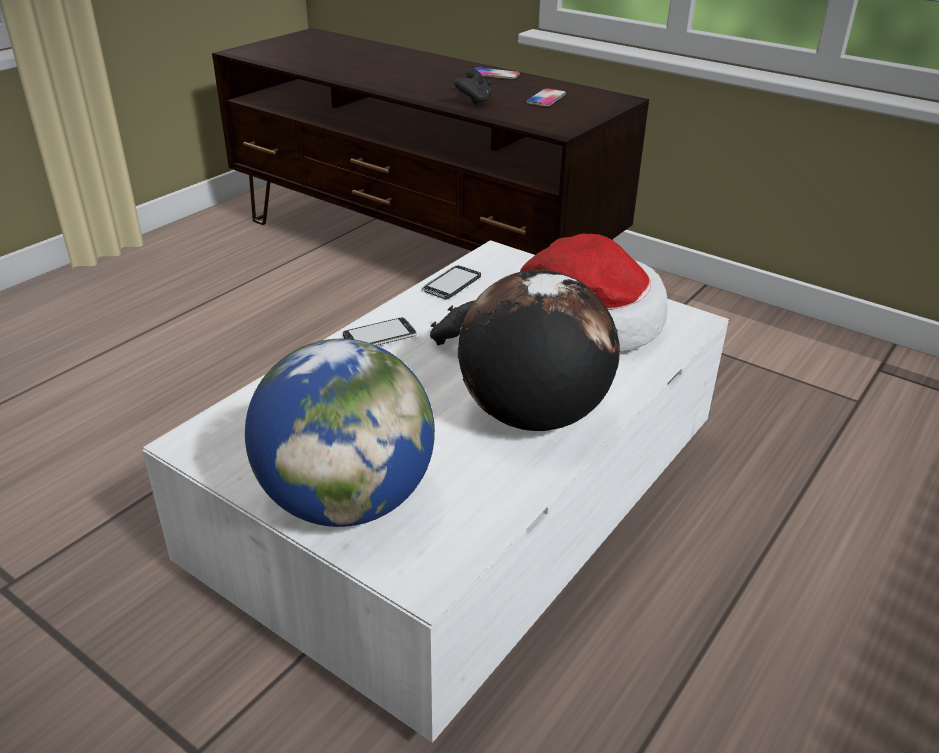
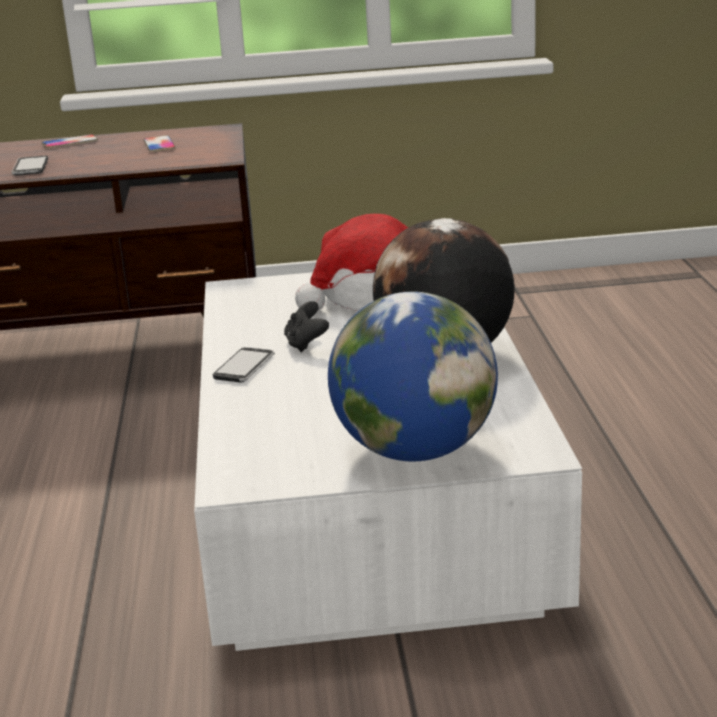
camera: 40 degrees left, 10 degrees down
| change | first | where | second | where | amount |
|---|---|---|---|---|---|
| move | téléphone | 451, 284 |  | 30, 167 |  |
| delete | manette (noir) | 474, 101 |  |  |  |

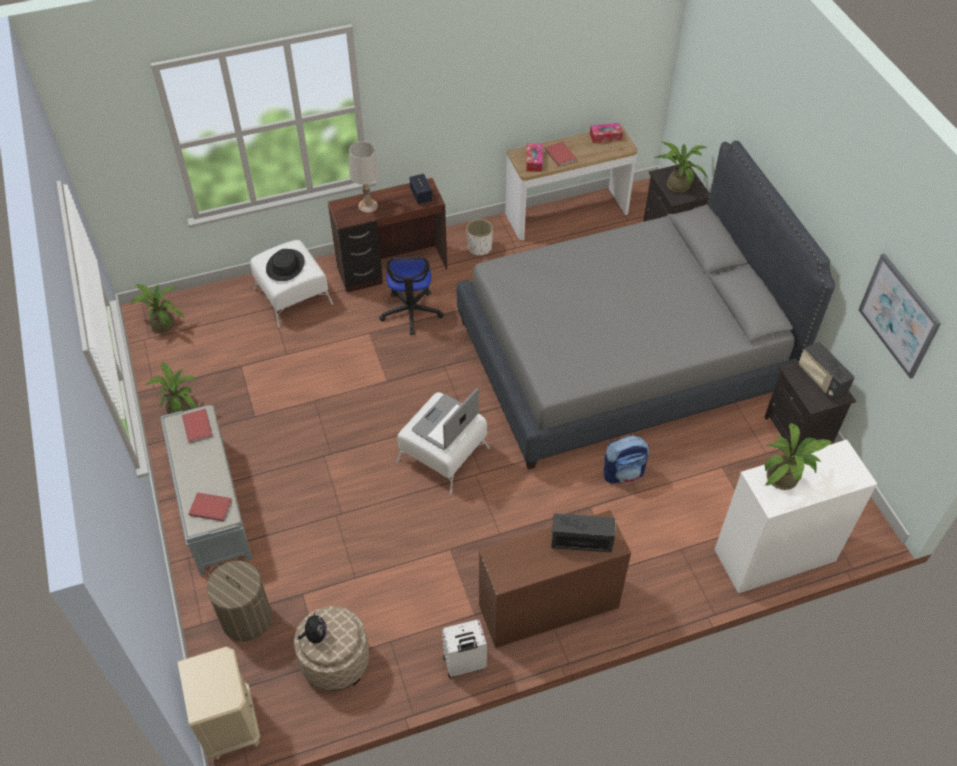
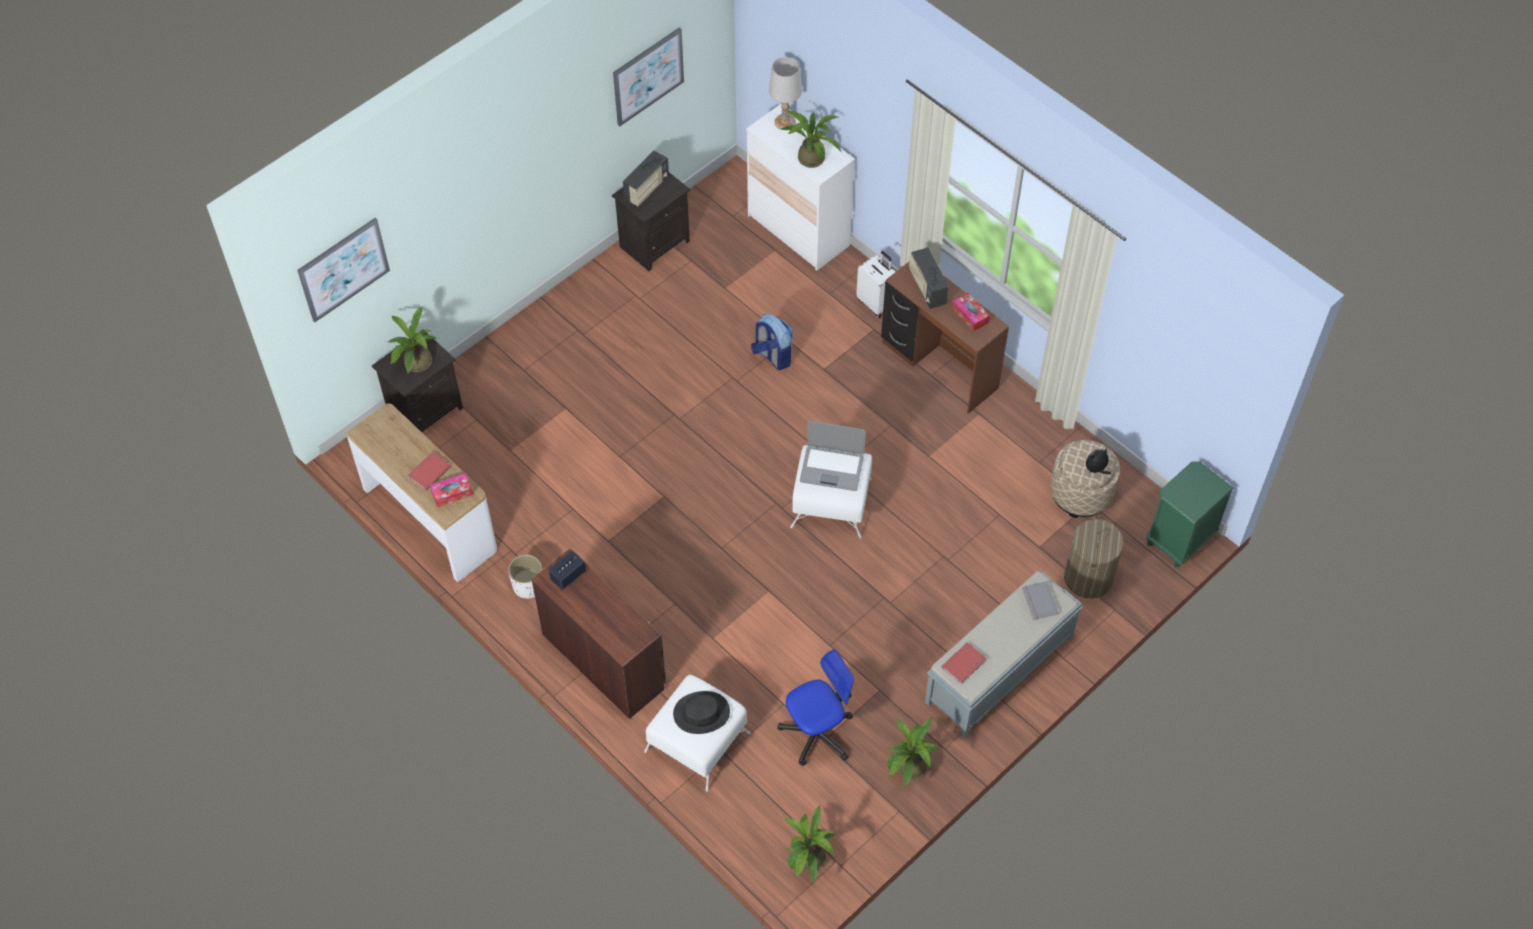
camera: 115 degrees left, 5 degrees up
| change | first | where | second | where | amount |
|---|---|---|---|---|---|
| insert |  |  | tableau | 343, 269 |  |
| move | lampe de table (blanc) | 368, 206 |  | 785, 122 |  |
| move | chaise de bureau | 411, 312 |  | 817, 733 |  |
| move | valise (blanc) | 464, 664 |  | 876, 303 |  |
| move | boîte à mouchoirs | 605, 137 |  | 970, 315 |  |
| recolor | livre (rouge) | 211, 506 | livre (gris) | 1038, 602 |  |
| recolor | table de chevet (beige) | 230, 724 | table de chevet (vert) | 1179, 540 |  |
| delete | lit (gris) | 622, 356 |  |  |  |

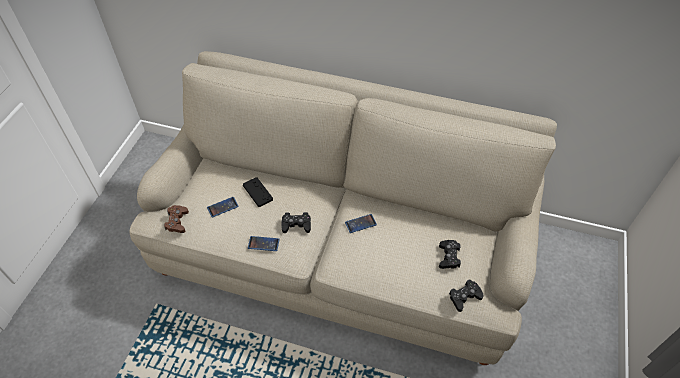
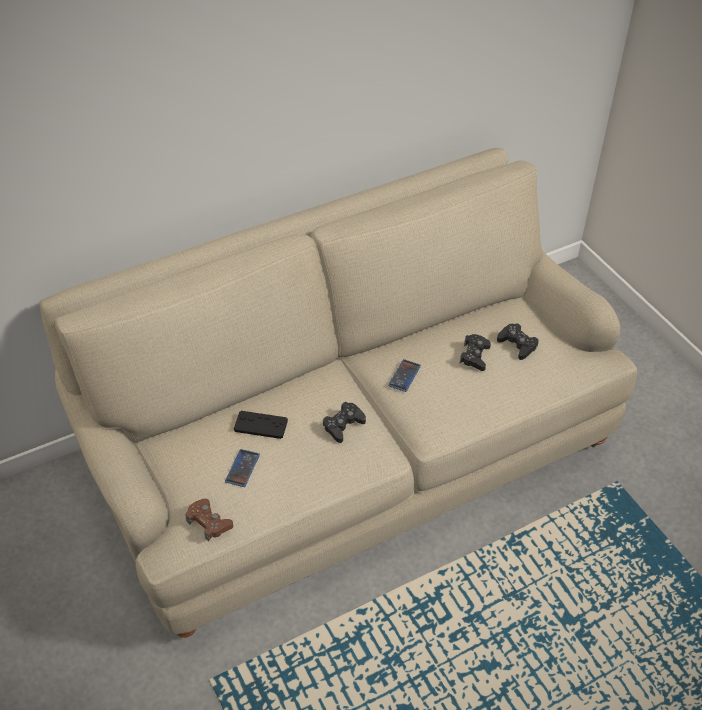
camera: 45 degrees left, 5 degrees down
| change | first | where | second | where | amount |
|---|---|---|---|---|---|
| move | manette (noir) | 464, 297 |  | 474, 356 |  |
| delete | téléphone | 263, 244 |  |  |  |

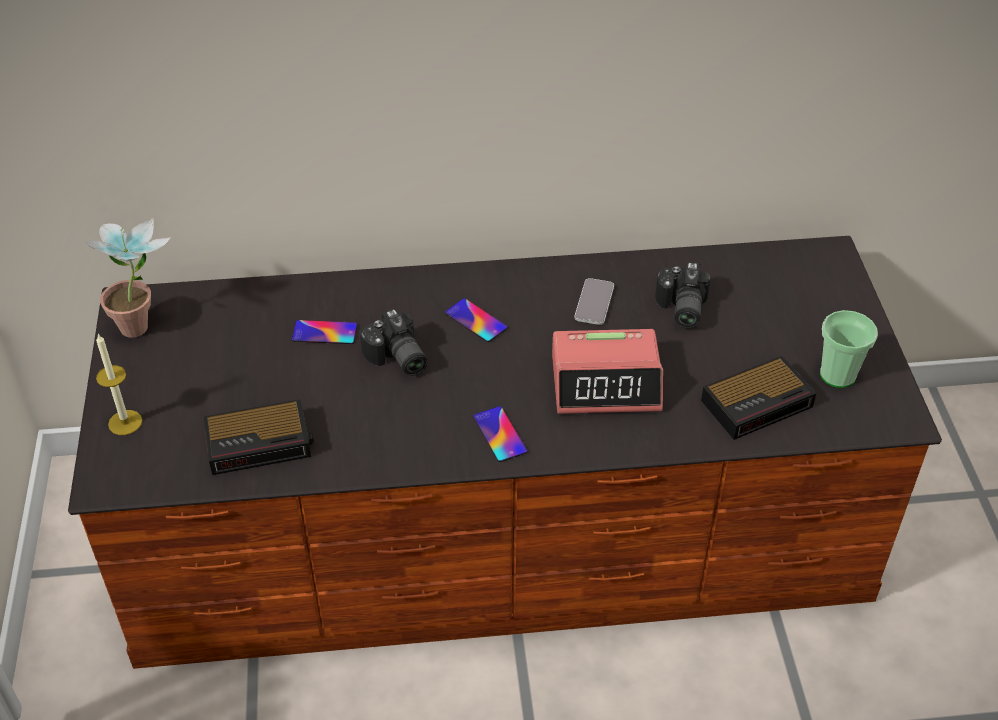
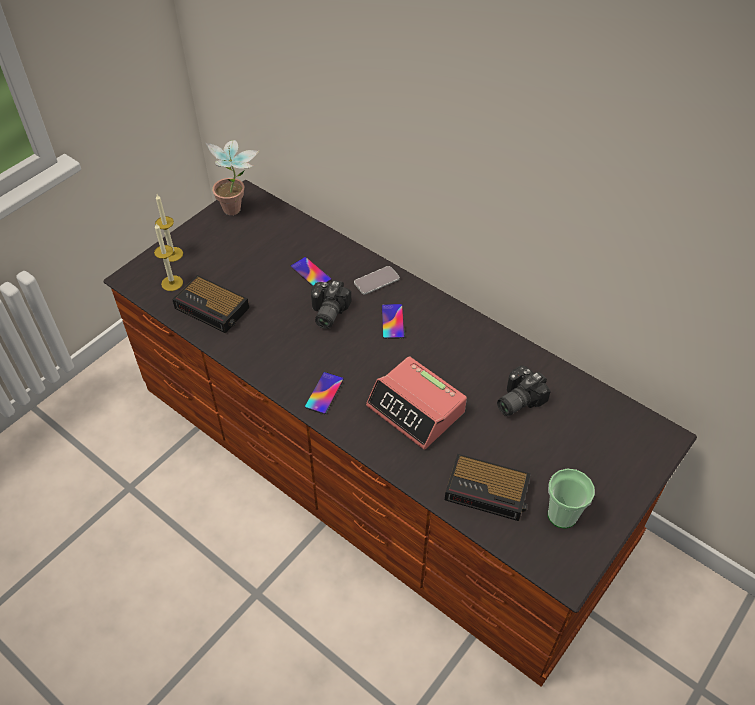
camera: 45 degrees right, 5 degrees up
| change | first | where | second | where | amount |
|---|---|---|---|---|---|
| insert |  |  | bougie | 172, 283 |  |
| move | téléphone | 594, 302 |  | 376, 281 |  |

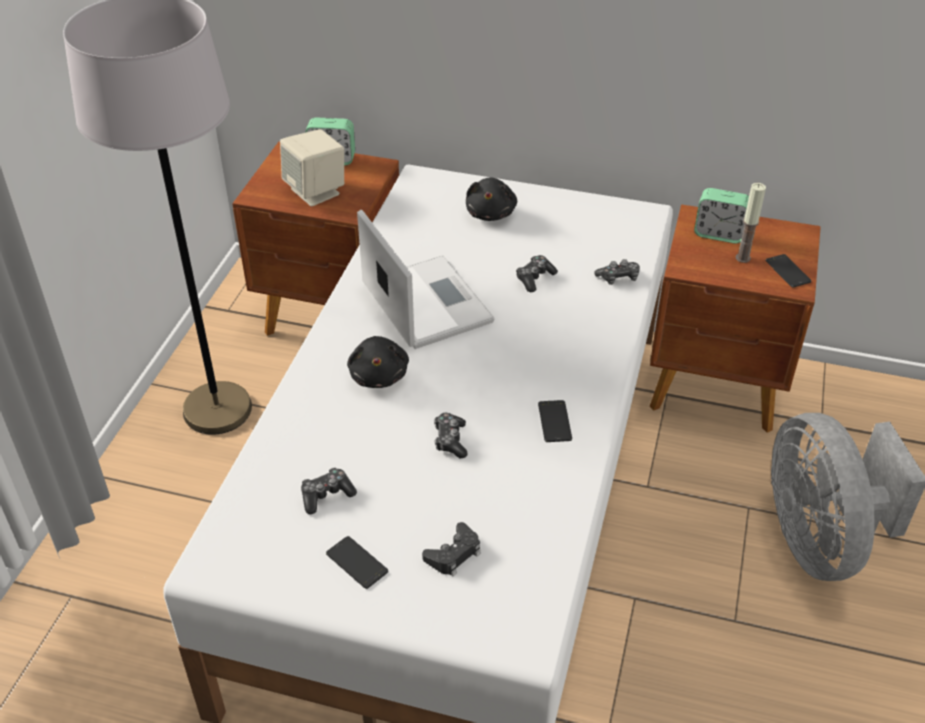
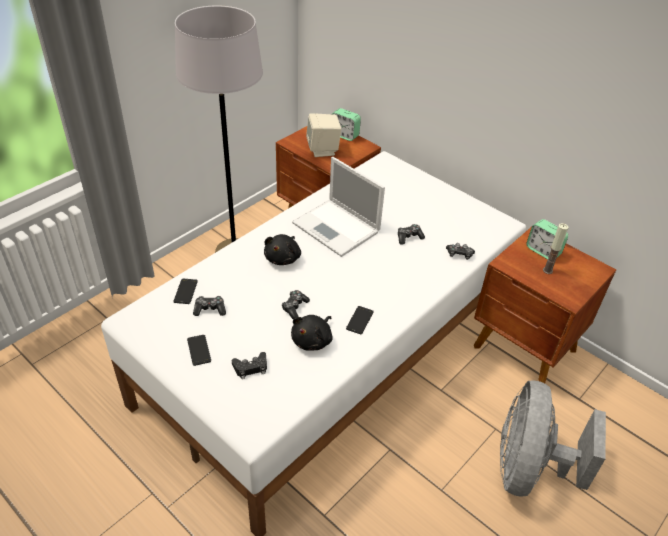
camera: 25 degrees right, 0 degrees up
| change | first | where | second | where | amount |
|---|---|---|---|---|---|
| move | téléphone | 787, 271 |  | 185, 291 |  |
| move | peluche (noir) | 491, 213 |  | 313, 340 |  |
| rotate | ordinateur portable | 425, 302 |  | 337, 228 | 135 degrees clockwise |

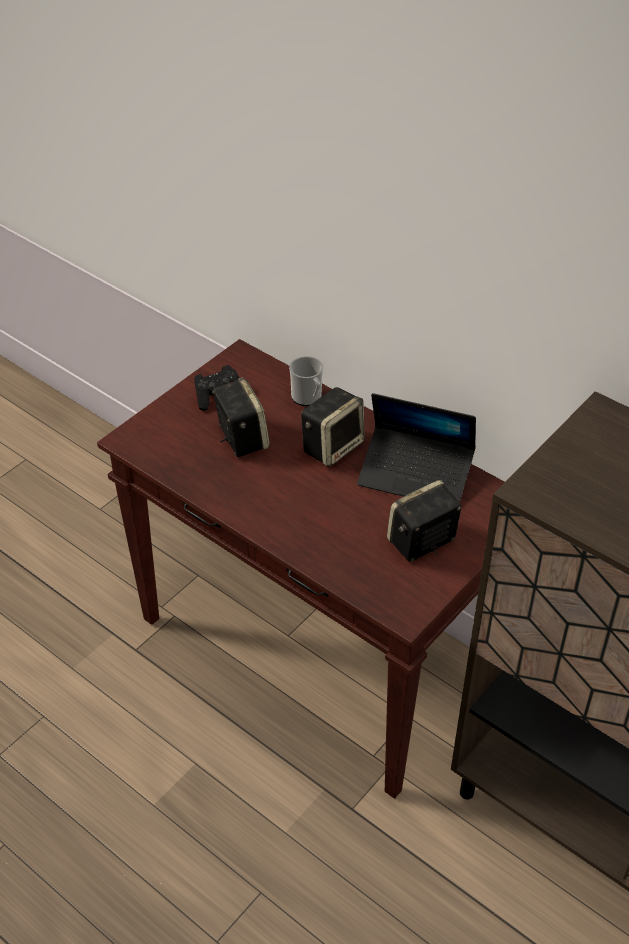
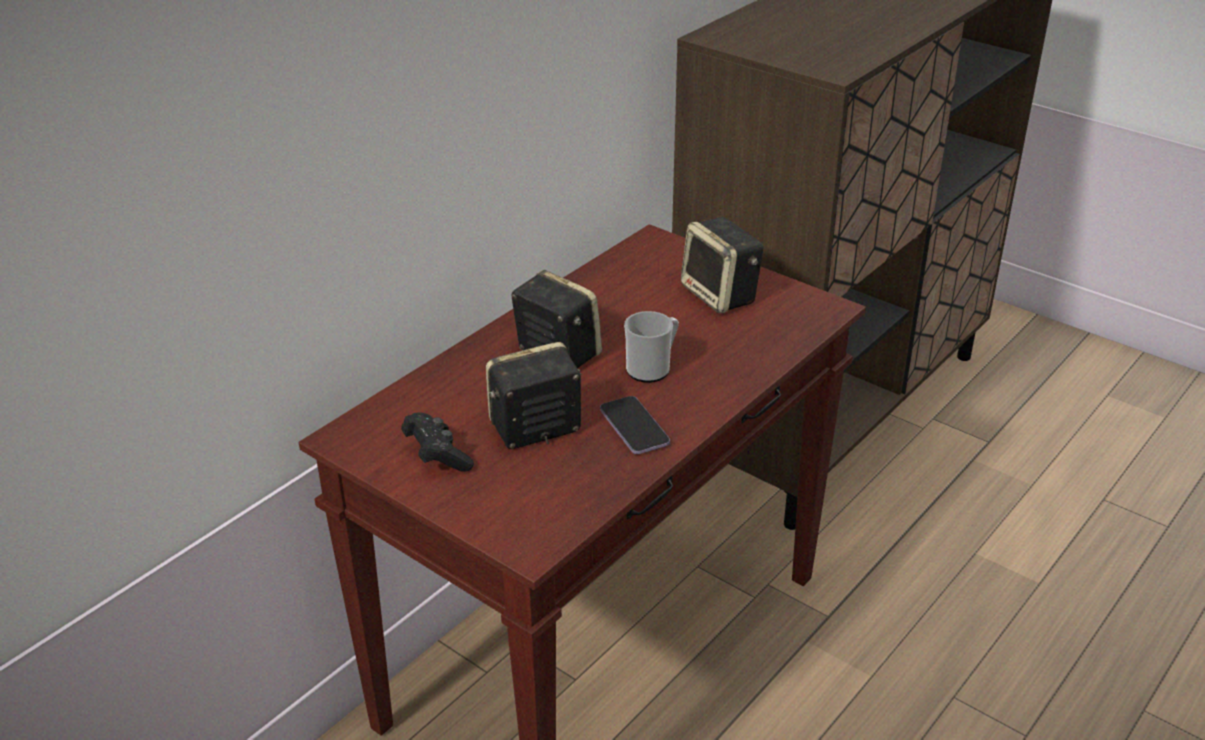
camera: 90 degrees left, 10 degrees down
| change | first | where | second | where | amount |
|---|---|---|---|---|---|
| insert |  |  | téléphone | 634, 427 |  |
| move | mug | 308, 398 |  | 652, 368 |  |
| delete | ordinateur portable | 415, 475 |  |  |  |

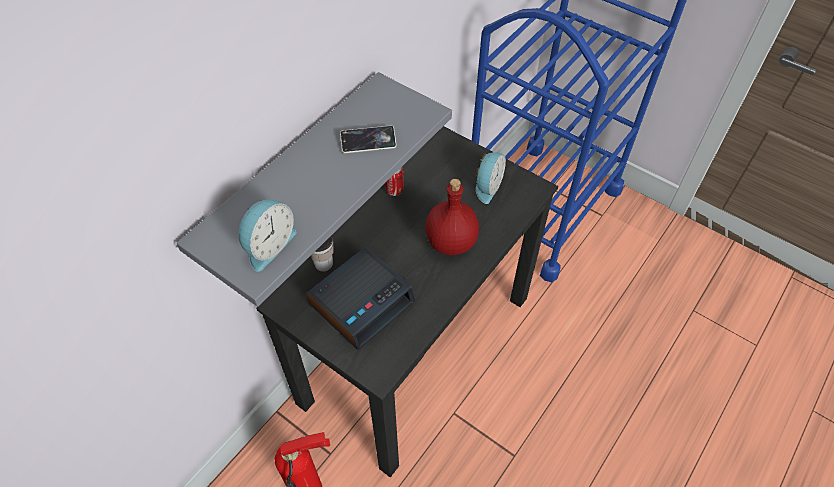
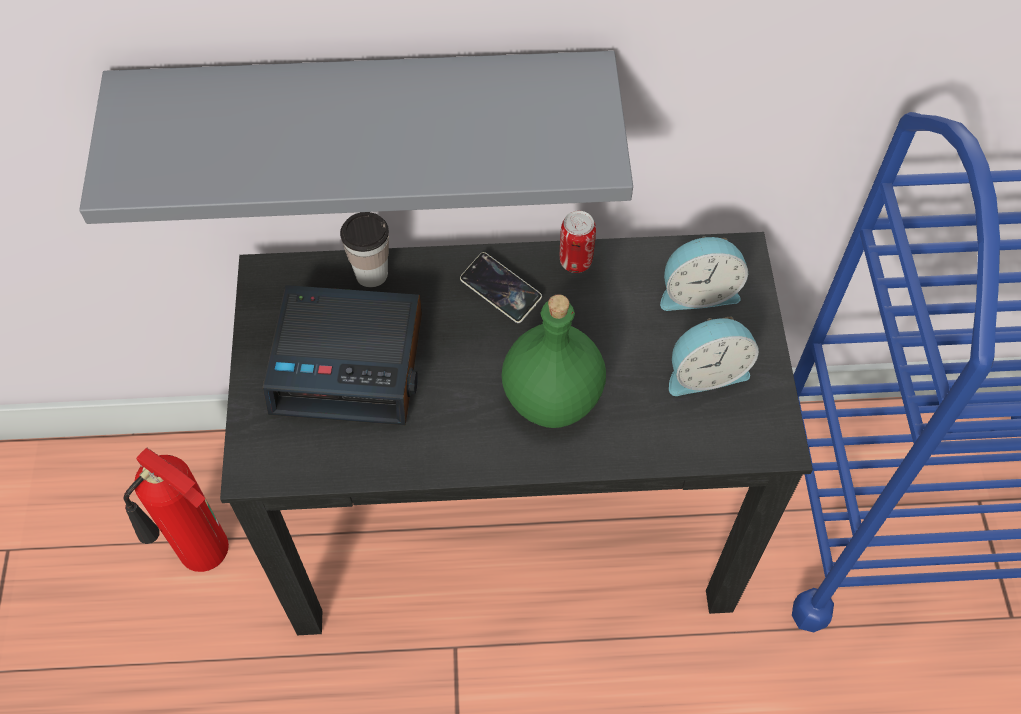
camera: 50 degrees right, 5 degrees up
| change | first | where | second | where | amount |
|---|---|---|---|---|---|
| move | téléphone | 368, 142 |  | 500, 290 |  |
| recolor | bouteille (rouge) | 451, 241 | bouteille (vert) | 554, 397 |  |
| move | réveil | 268, 245 |  | 697, 291 |  |

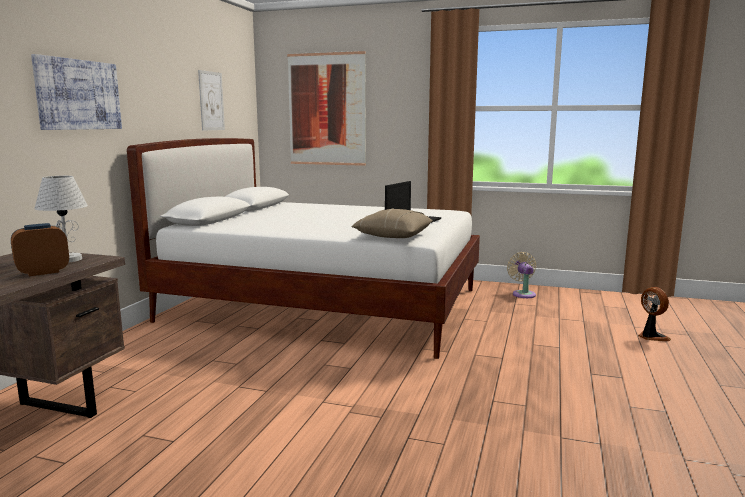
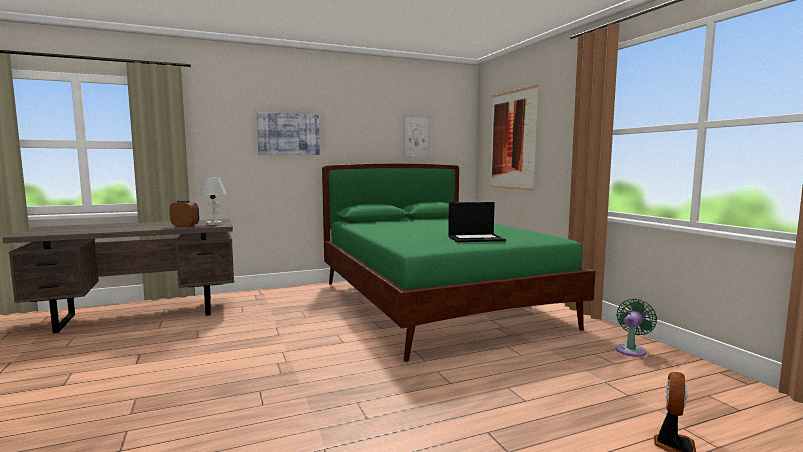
camera: 50 degrees right, 5 degrees down
| change | first | where | second | where | amount |
|---|---|---|---|---|---|
| recolor | lit (blanc) | 325, 304 | lit (vert) | 436, 303 |  |
| recolor | ventilateur (beige) | 523, 294 | ventilateur (vert) | 631, 350 |  |
| delete | coussin (beige) | 393, 235 |  |  |  |

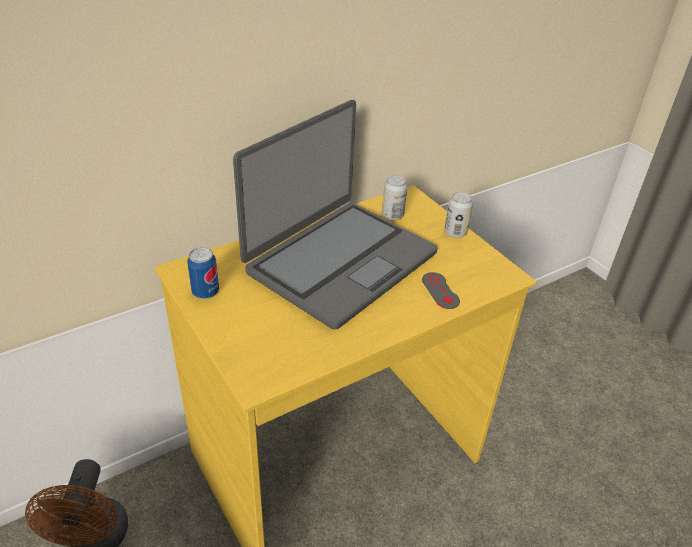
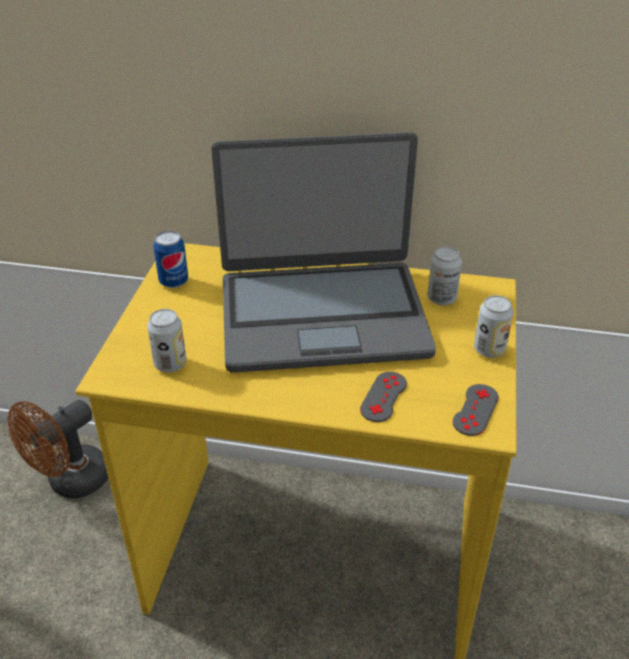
camera: 45 degrees right, 0 degrees up
| change | first | where | second | where | amount |
|---|---|---|---|---|---|
| insert |  |  | boîte métallique | 170, 364 |  |
| insert |  |  | manette (gris) | 475, 410 |  |

